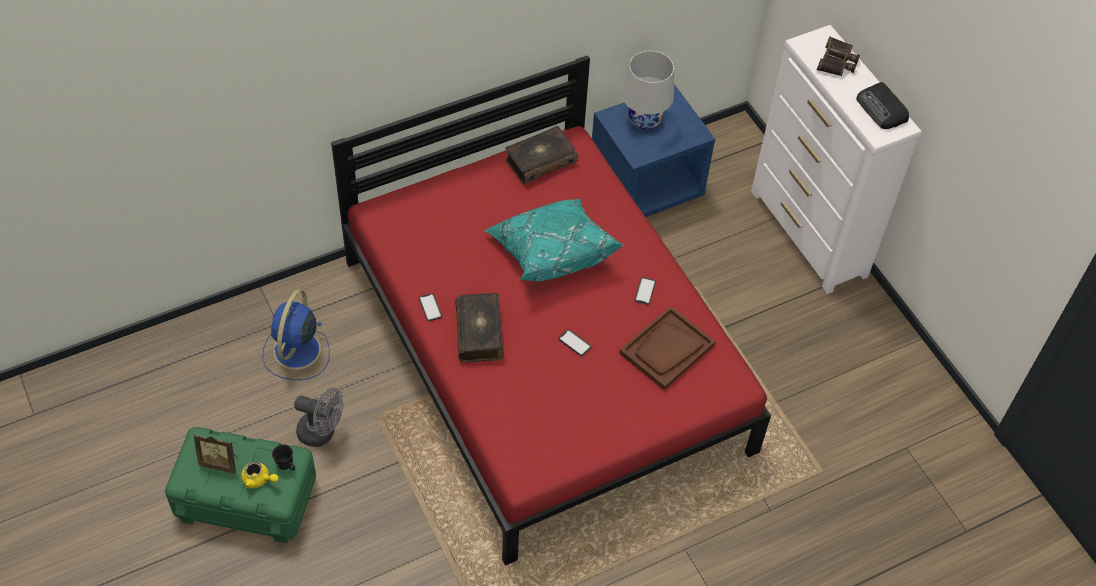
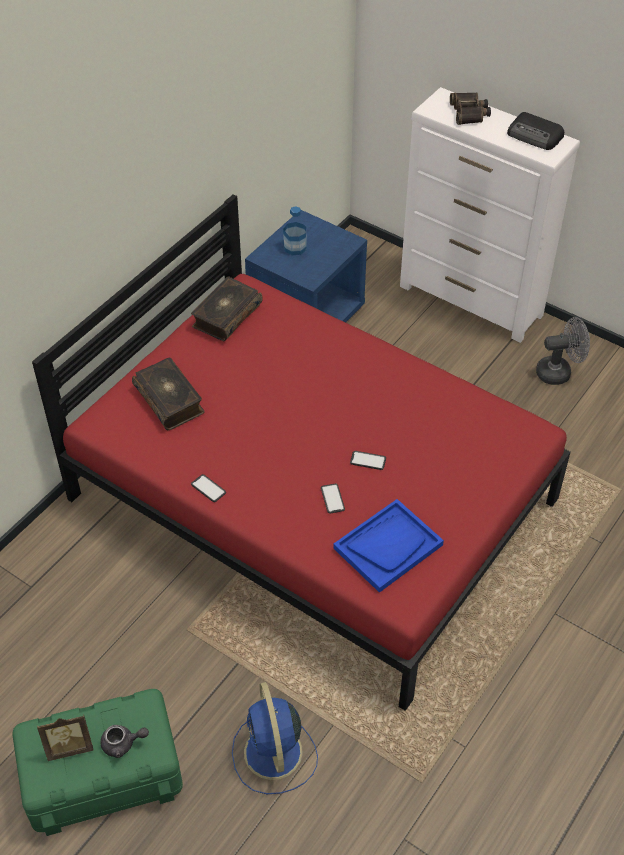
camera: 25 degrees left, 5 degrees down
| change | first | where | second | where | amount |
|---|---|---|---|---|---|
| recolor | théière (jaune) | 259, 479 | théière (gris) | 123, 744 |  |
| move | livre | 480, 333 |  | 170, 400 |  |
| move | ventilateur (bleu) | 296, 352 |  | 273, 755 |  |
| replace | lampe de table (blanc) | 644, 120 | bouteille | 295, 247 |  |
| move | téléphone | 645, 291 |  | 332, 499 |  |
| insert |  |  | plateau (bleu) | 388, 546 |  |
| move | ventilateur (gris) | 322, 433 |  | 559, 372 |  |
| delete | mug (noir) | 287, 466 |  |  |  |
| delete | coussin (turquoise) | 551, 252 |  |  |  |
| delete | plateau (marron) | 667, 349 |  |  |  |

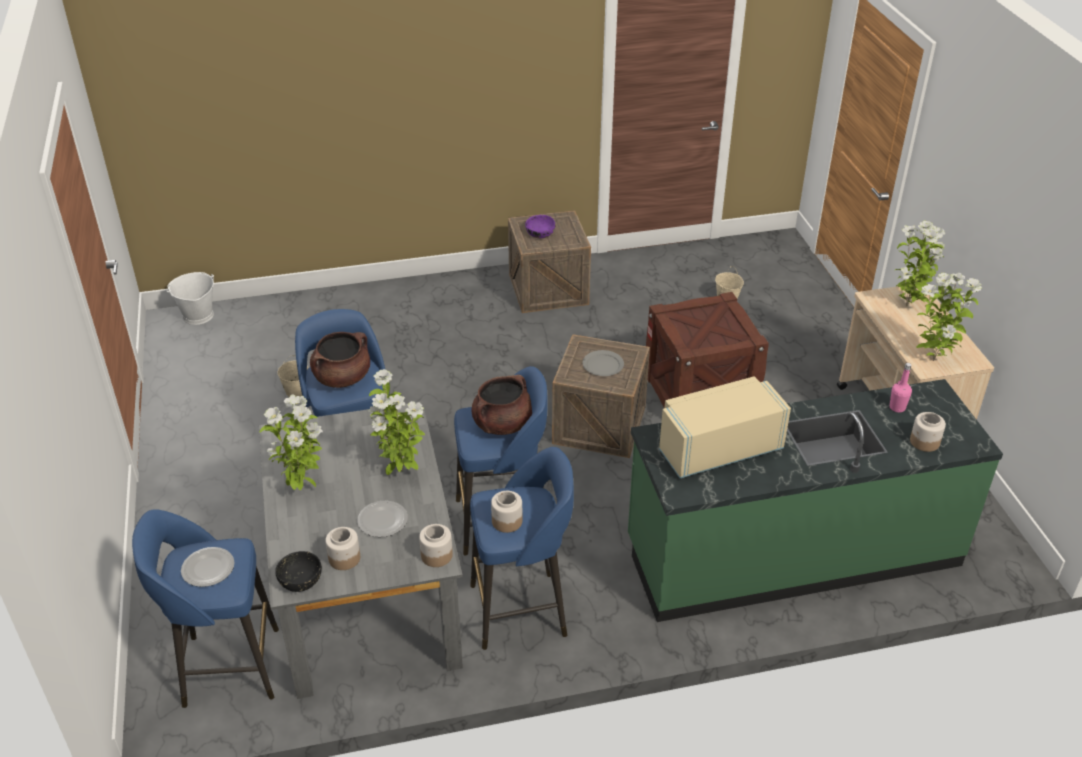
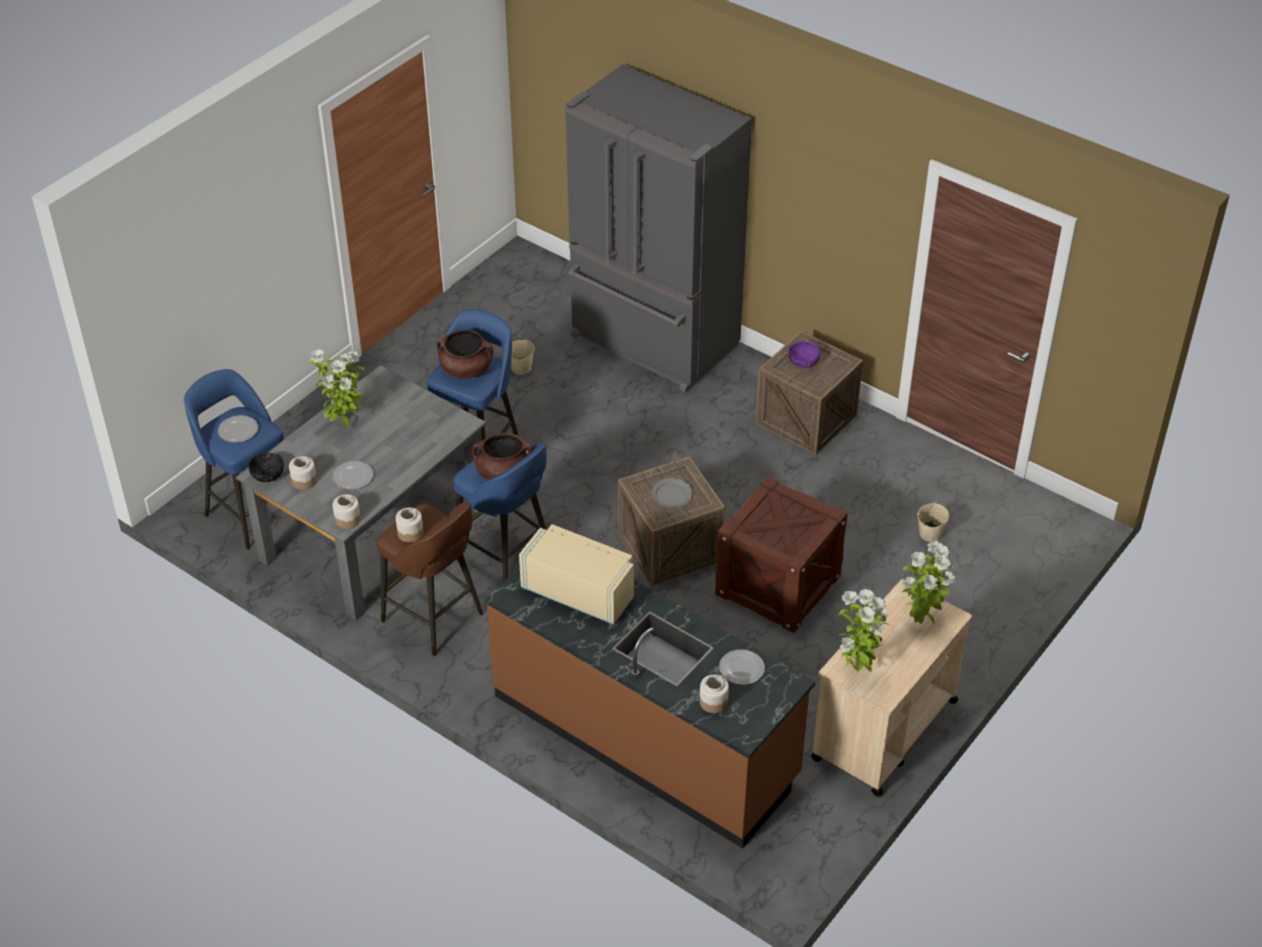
camera: 50 degrees right, 5 degrees up
| change | first | where | second | where | amount |
|---|---|---|---|---|---|
| recolor | tabouret (bleu) | 521, 610 | tabouret (marron) | 434, 619 |  |
| recolor | comptoir de cuisine (vert) | 792, 553 | comptoir de cuisine (marron) | 646, 736 |  |
| insert |  |  | réfrigérateur (gris) | 653, 343 |  |
| replace | bouteille (rose) | 897, 407 | assiette | 741, 668 |  |
| delete | seau (blanc) | 197, 316 |  |  |  |
| delete | plante en pot | 400, 472 |  |  |  |

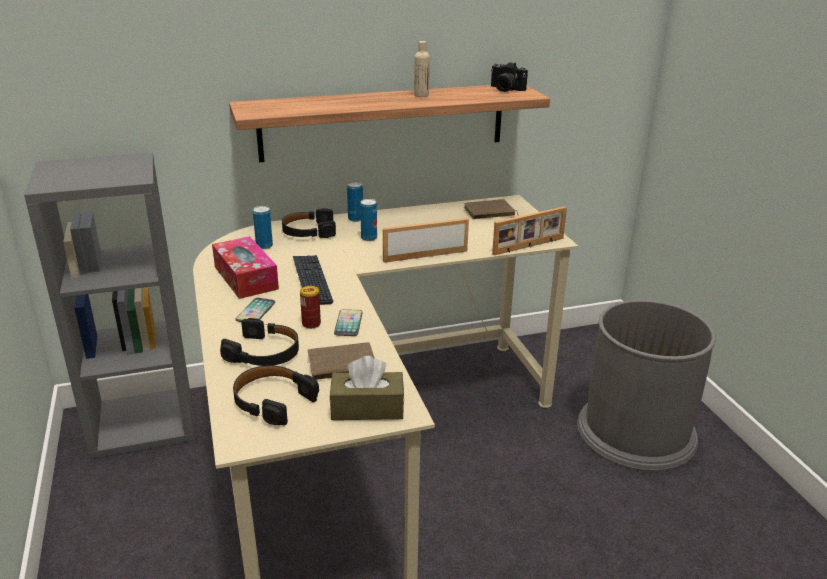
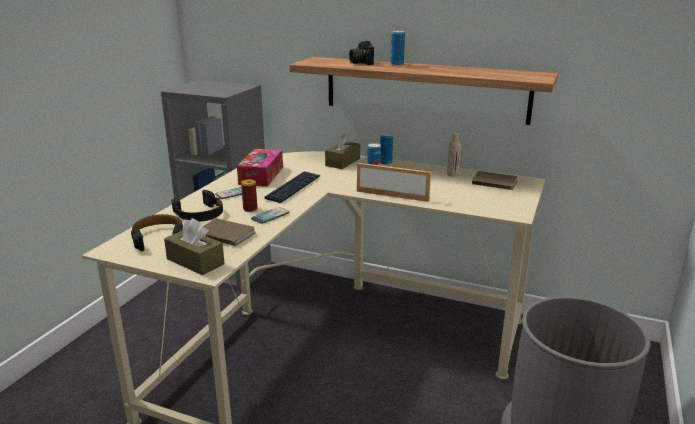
camera: 40 degrees right, 5 degrees down
| change | first | where | second | where | amount |
|---|---|---|---|---|---|
| replace | casque audio (noir) | 308, 231 | boîte à mouchoirs (marron) | 343, 162 |  |
| move | appareil photo | 505, 89 |  | 360, 63 |  |
| move | boîte métallique | 264, 246 |  | 397, 64 |  |
| move | bouteille (beige) | 421, 95 |  | 452, 174 |  |
| delete | cadre photo | 529, 246 |  |  |  |

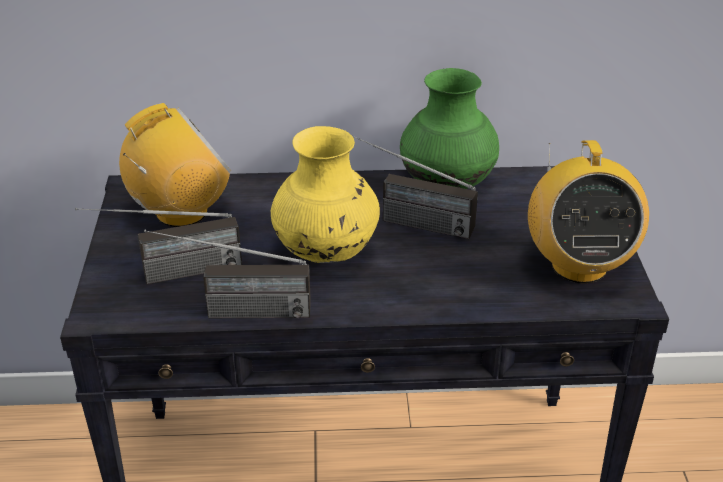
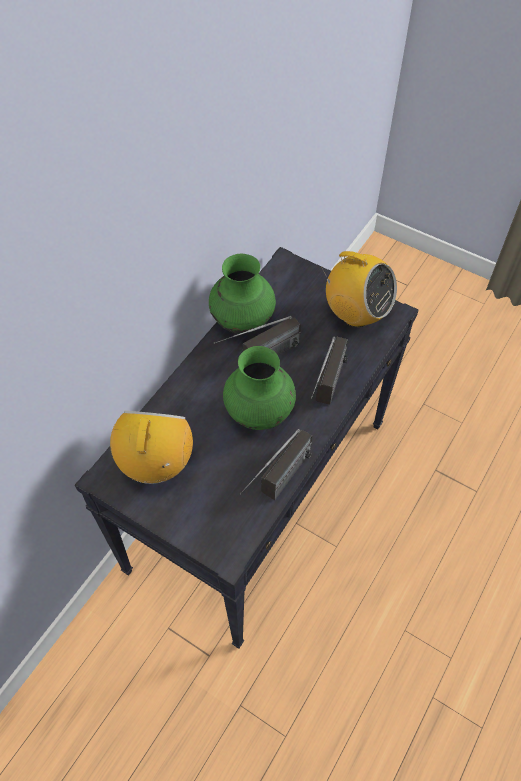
camera: 55 degrees left, 20 degrees up
| change | first | where | second | where | amount |
|---|---|---|---|---|---|
| recolor | vase (jaune) | 326, 253 | vase (vert) | 259, 412 |  |
| move | radio | 167, 275 |  | 328, 392 |  |

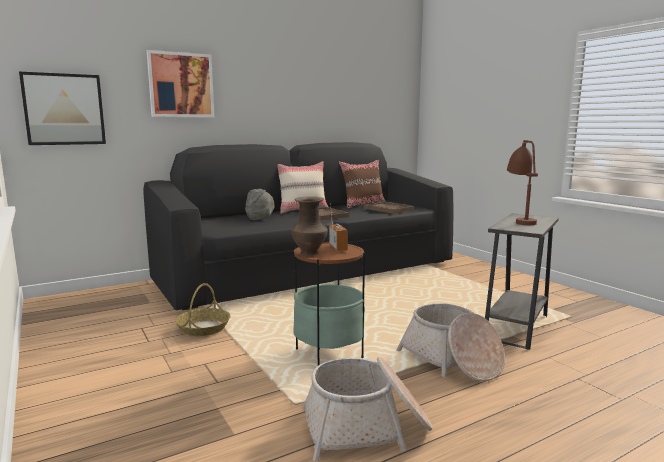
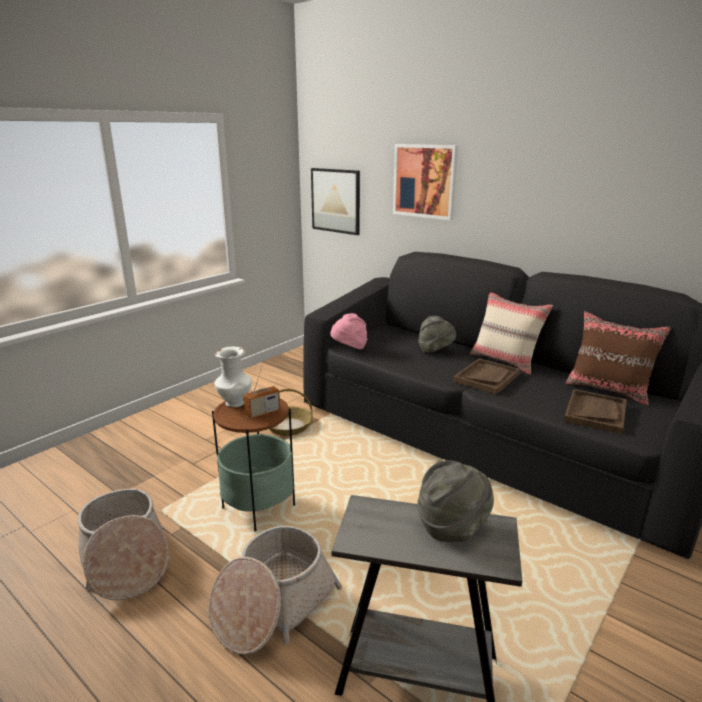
camera: 70 degrees right, 10 degrees up
| change | first | where | second | where | amount |
|---|---|---|---|---|---|
| recolor | vase (marron) | 310, 253 | vase (blanc) | 235, 403 |  |
| insert |  |  | chapeau (rose) | 349, 348 |  |
| replace | lampe de table (marron) | 519, 219 | chapeau (gris) | 452, 526 |  |

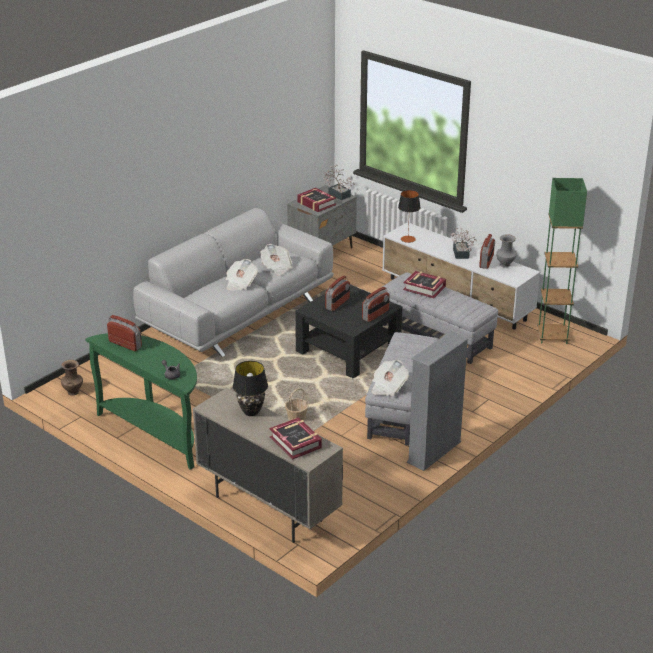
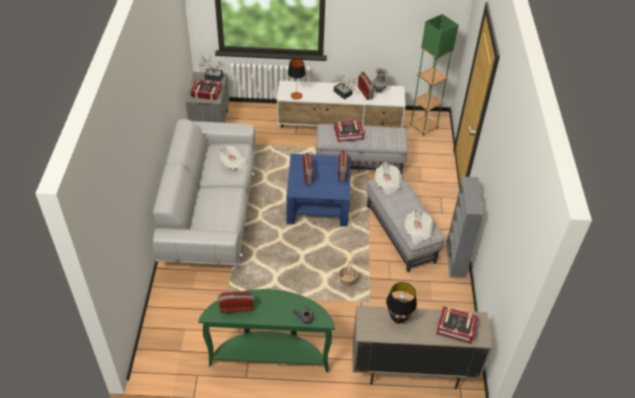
camera: 40 degrees left, 15 degrees up
| change | first | where | second | where | amount |
|---|---|---|---|---|---|
| recolor | table basse (noir) | 348, 349 | table basse (bleu) | 318, 203 |  |
| move | journal | 240, 283 |  | 387, 184 |  |
| delete | vase (marron) | 73, 392 |  |  |  |

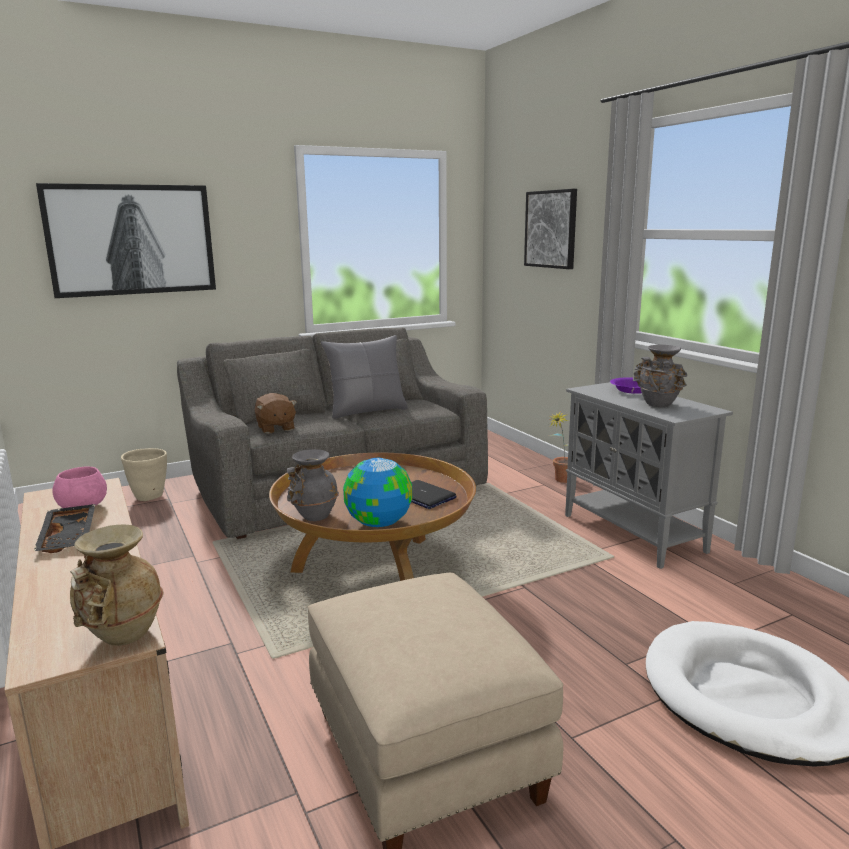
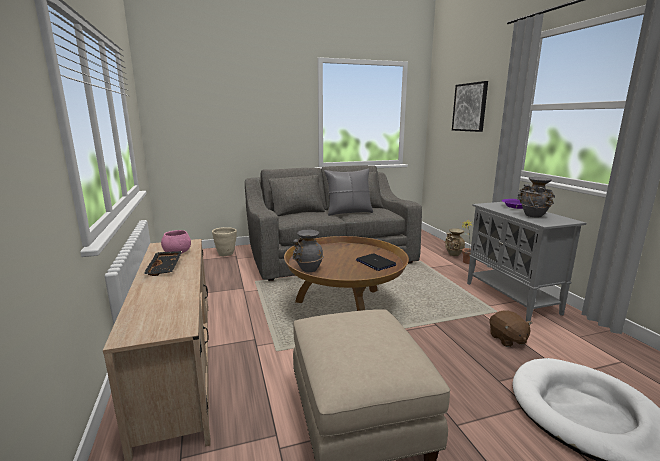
camera: 10 degrees right, 0 degrees up
| change | first | where | second | where | amount |
|---|---|---|---|---|---|
| move | vase (beige) | 121, 636 |  | 453, 254 |  |
| move | peluche (marron) | 275, 428 |  | 507, 339 |  |
| delete | tableau | 132, 240 |  |  |  |
| delete | globe | 378, 523 |  |  |  |

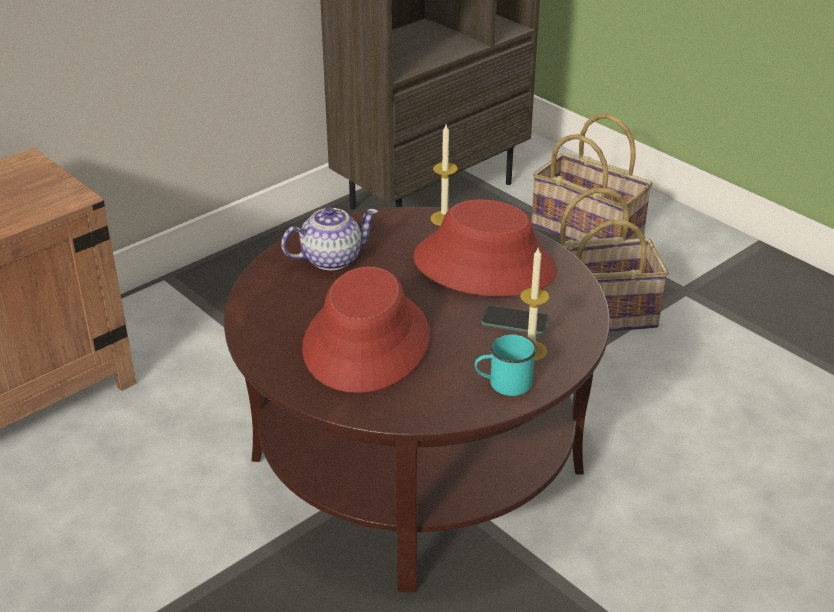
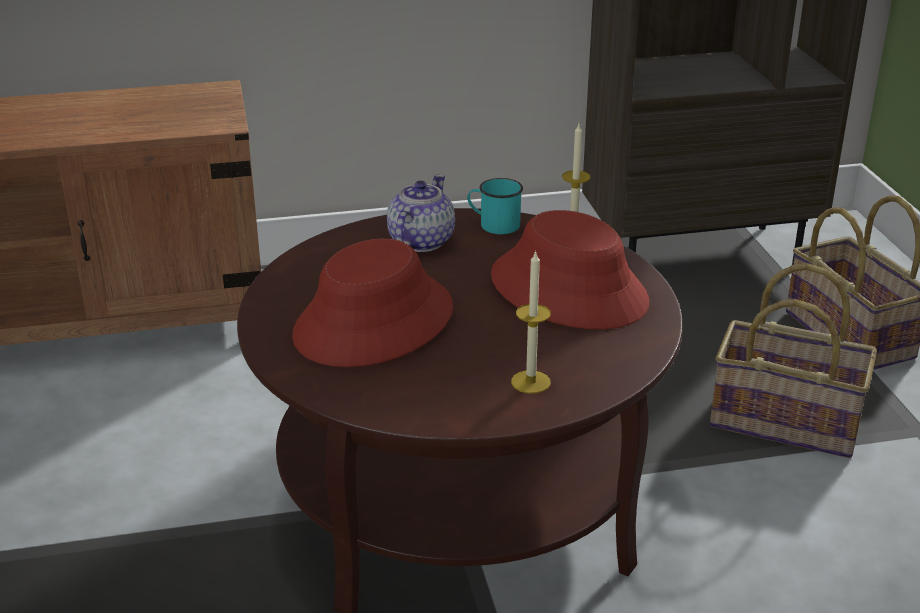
camera: 30 degrees right, 5 degrees down
| change | first | where | second | where | amount |
|---|---|---|---|---|---|
| rotate | théière | 330, 259 |  | 420, 242 | 75 degrees counterclockwise |
| move | mug (turquoise) | 503, 384 |  | 494, 224 |  |
| delete | téléphone | 515, 321 |  |  |  |

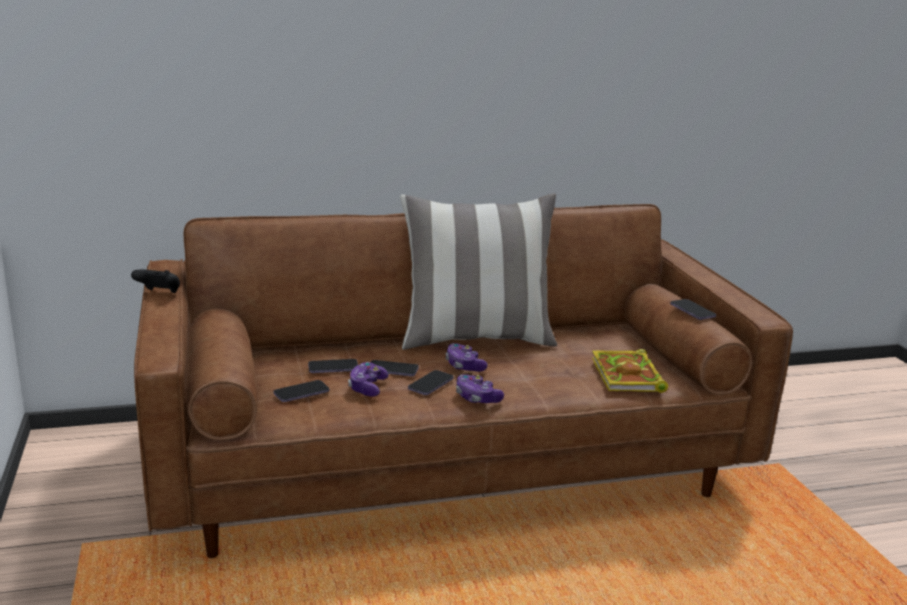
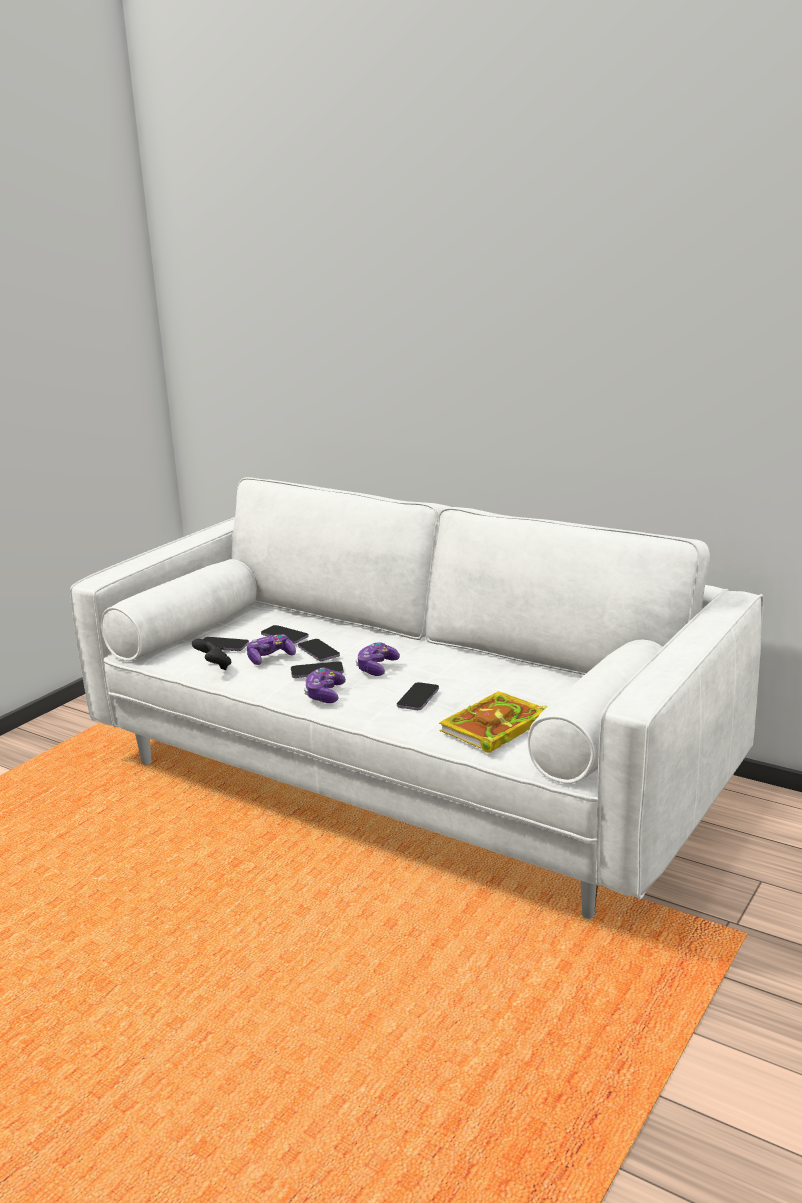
camera: 50 degrees right, 0 degrees up
| change | first | where | second | where | amount |
|---|---|---|---|---|---|
| recolor | canapé (marron) | 446, 462 | canapé (blanc) | 407, 774 |  |
| move | manette (noir) | 159, 293 |  | 214, 667 |  |
| move | téléphone | 692, 311 |  | 418, 698 |  |
| delete | coussin | 476, 339 |  |  |  |

